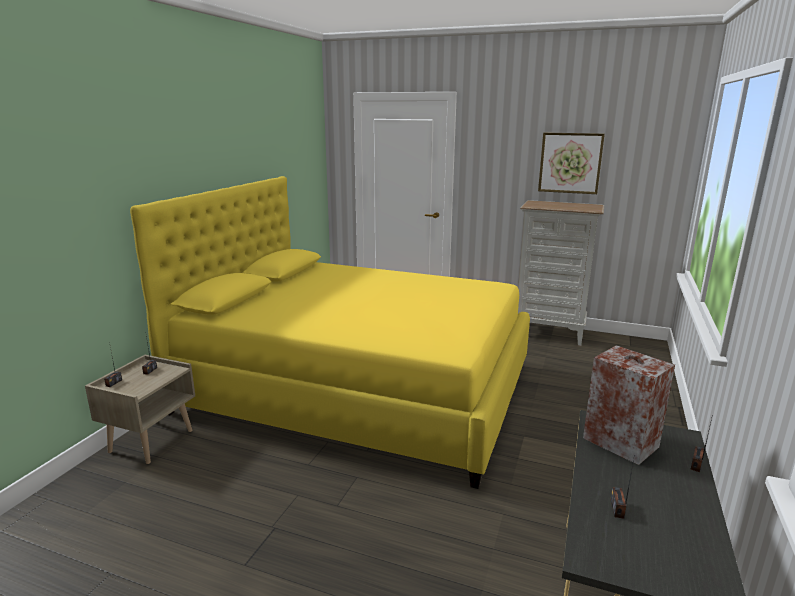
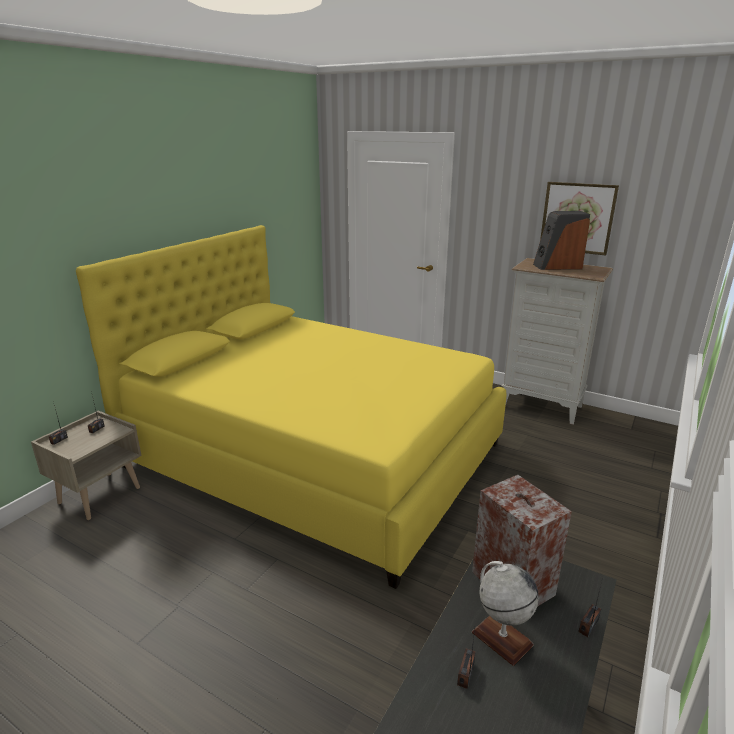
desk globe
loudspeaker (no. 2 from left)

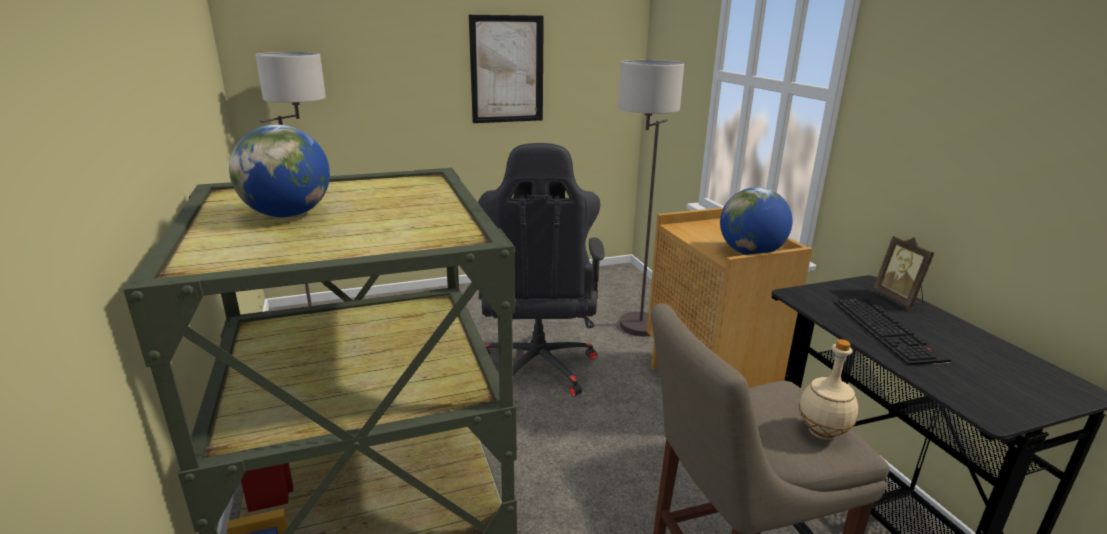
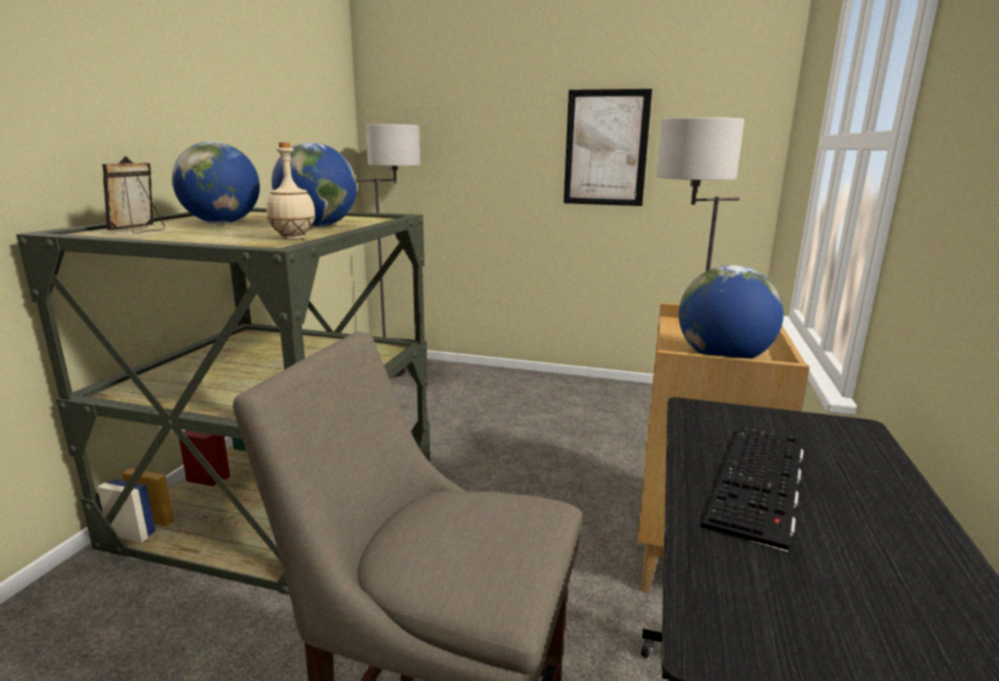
blackish desk chair
sand-coloured drink bottle
photo frame
desk globe (no. 2 from left)

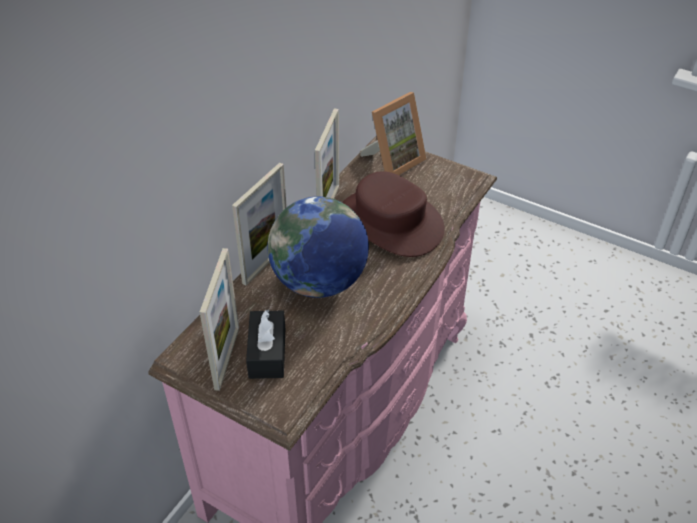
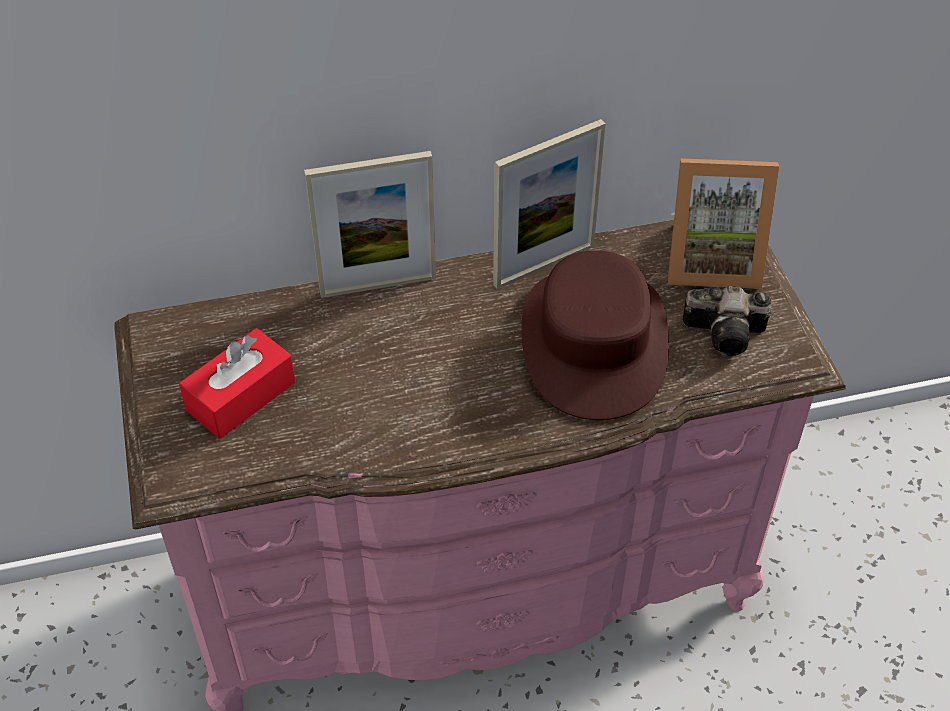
photo frame (no. 1 from left in the first image)
red-coloured box of tissues
desk globe
still camera

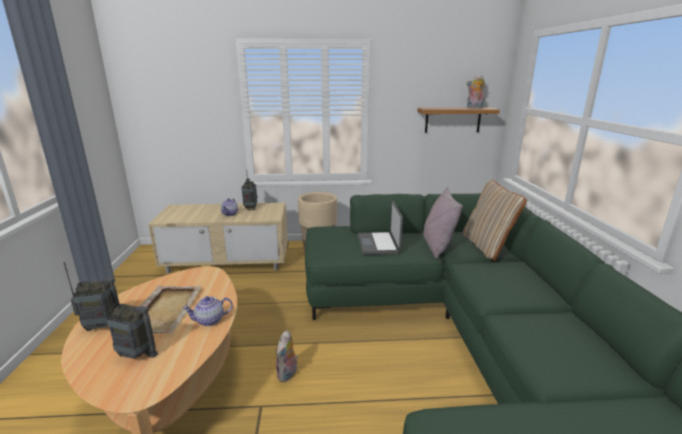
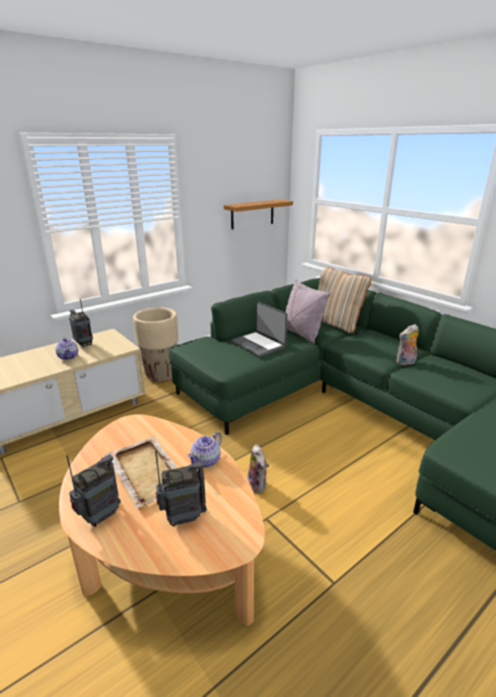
soft toy (no. 2 from left)

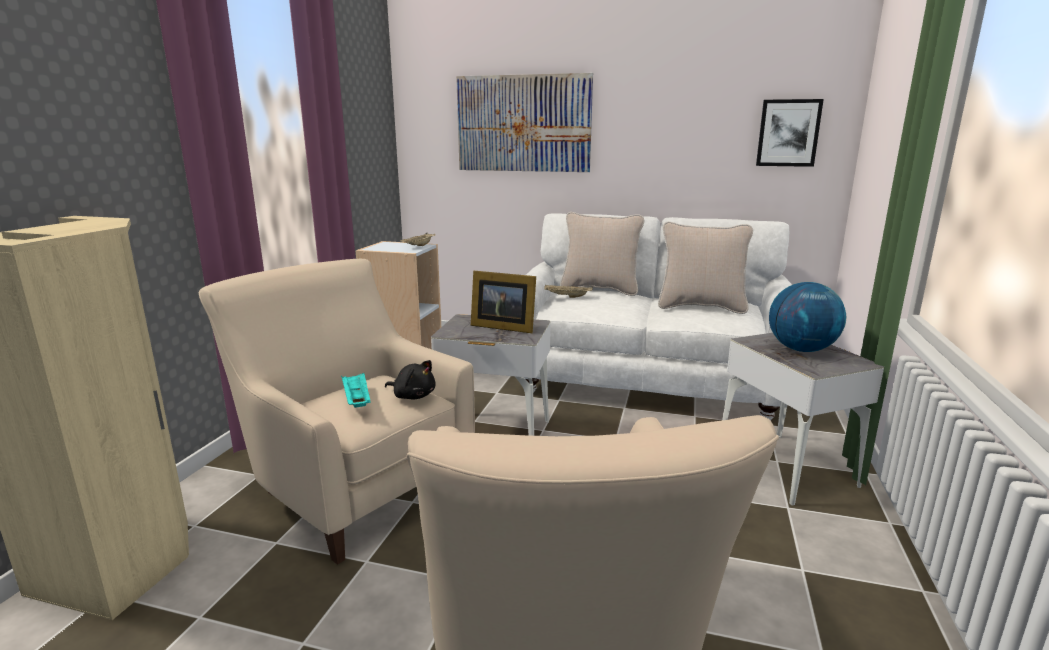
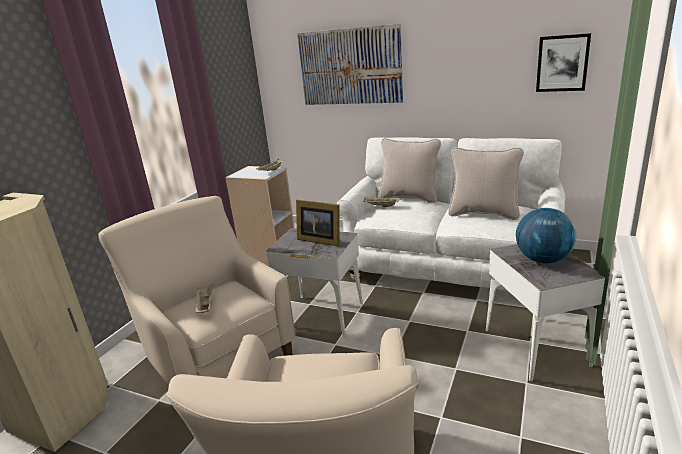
sand-coloured tray (no. 1 from left)
blackish soft toy

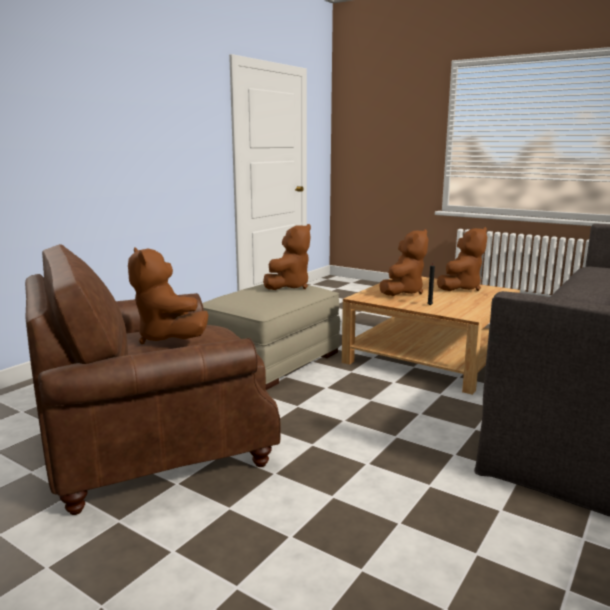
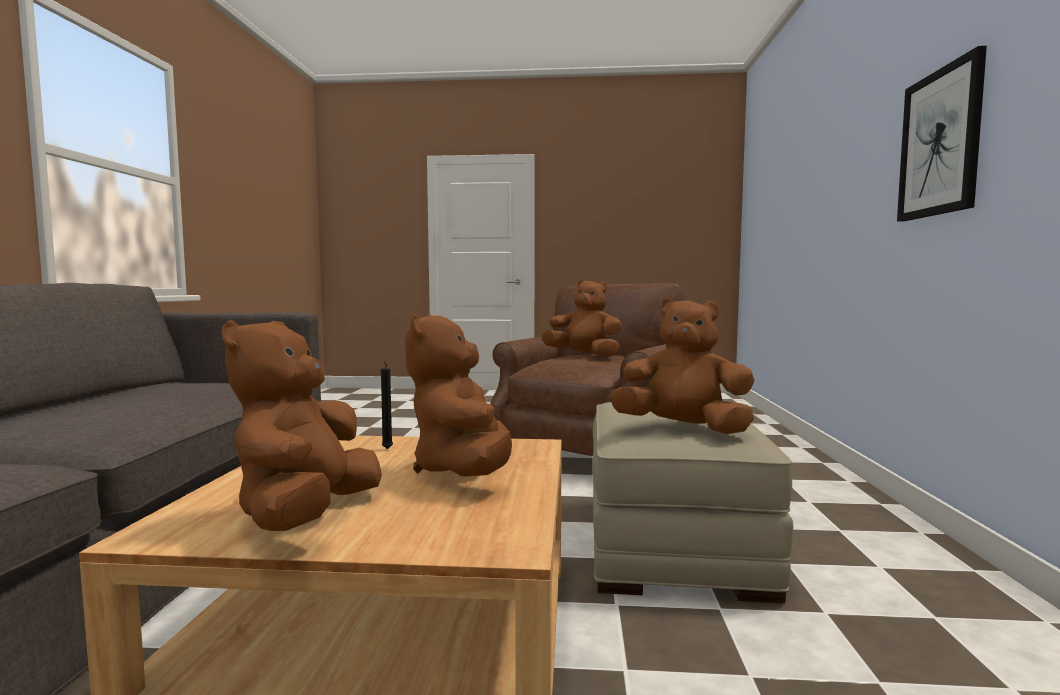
brown soft toy (no. 4 from left)
picture

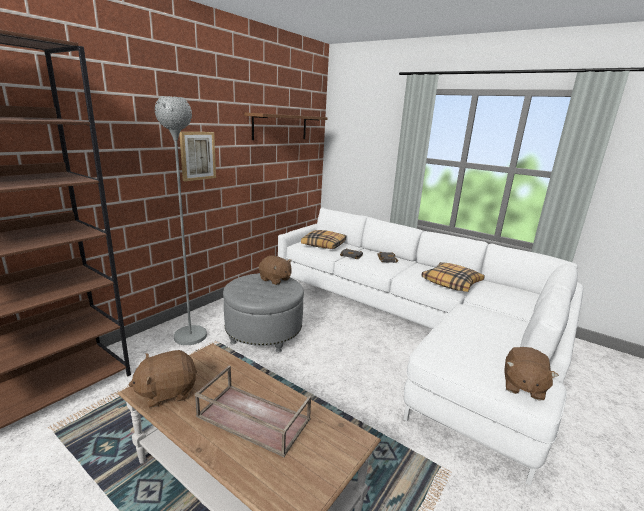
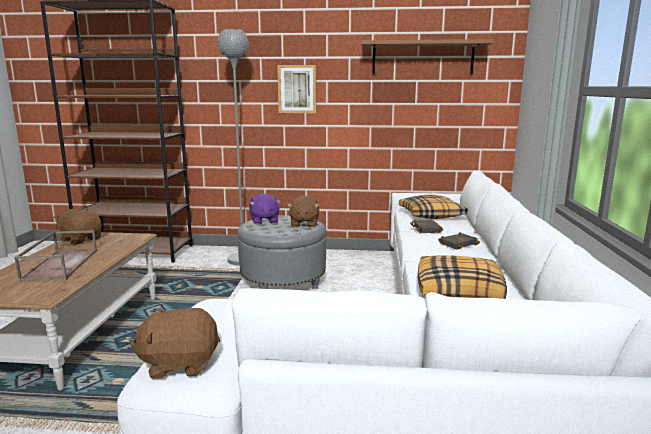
purple soft toy

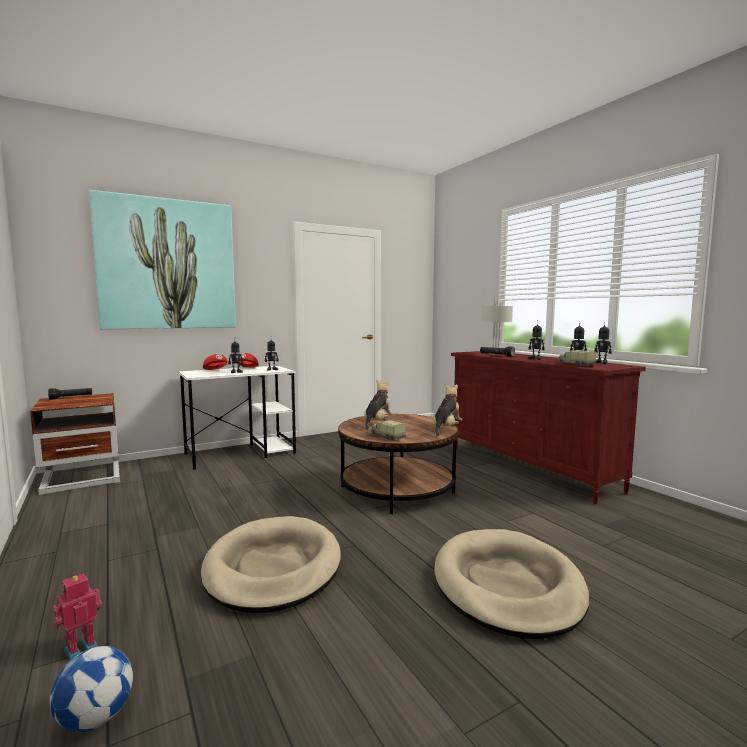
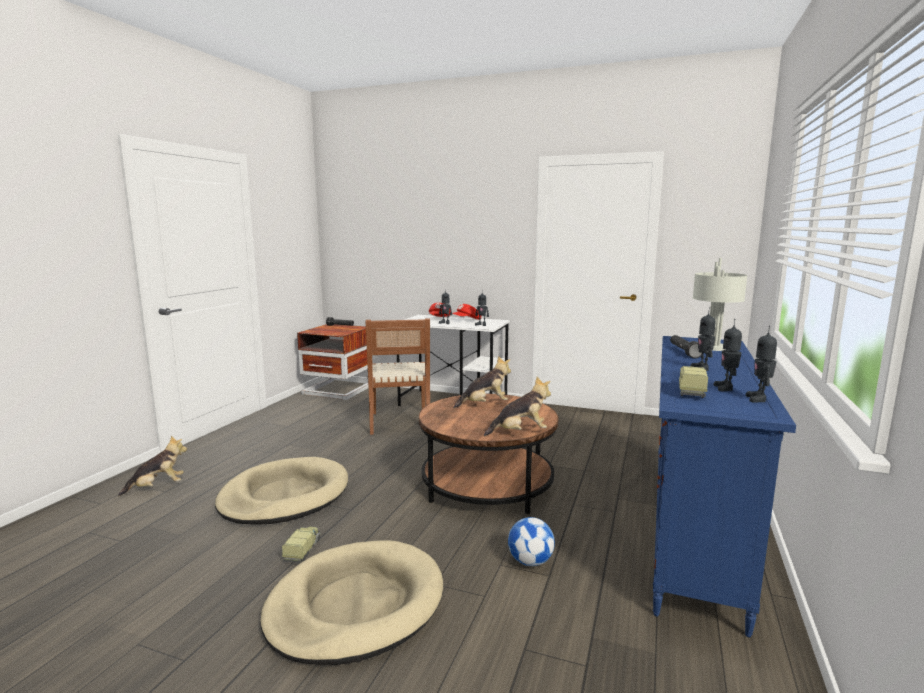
football
soft toy (no. 1 from left)
picture
toy lorry (no. 1 from left)
blue dresser
upright chair

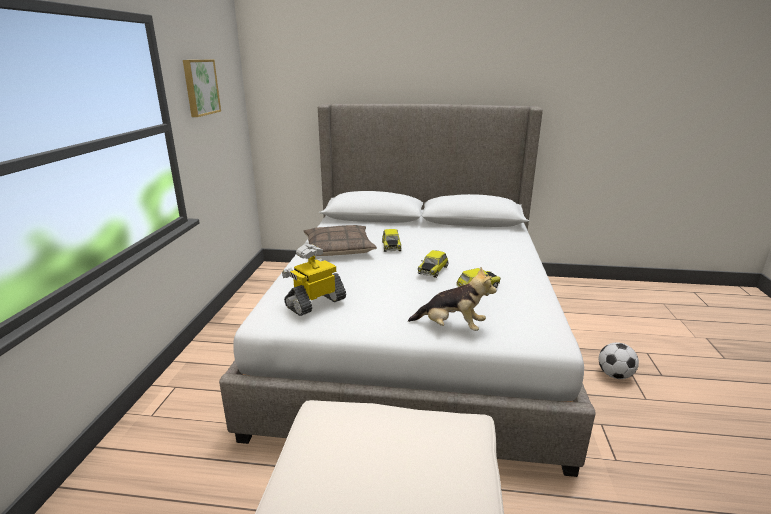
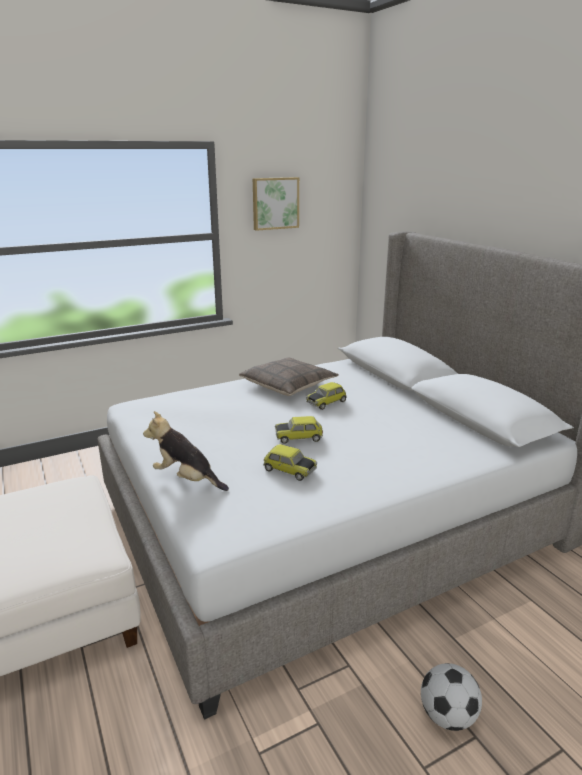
toy robot
soft toy

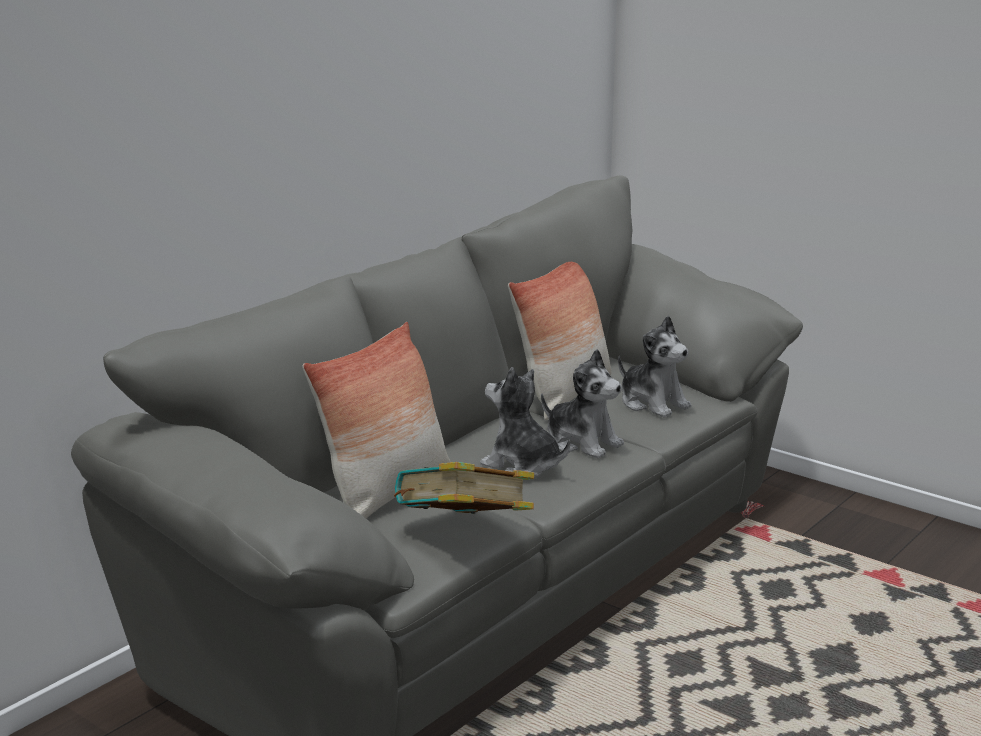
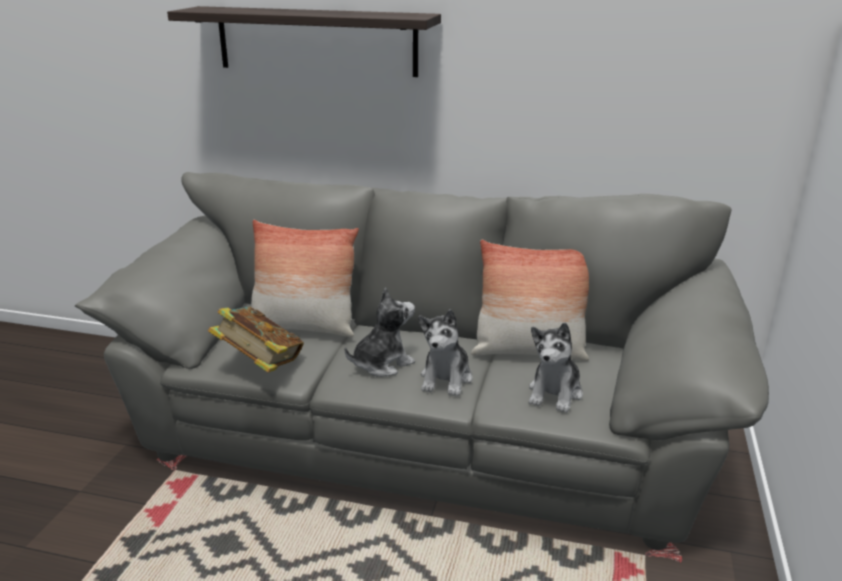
soft toy (no. 1 from left)
bracket shelf

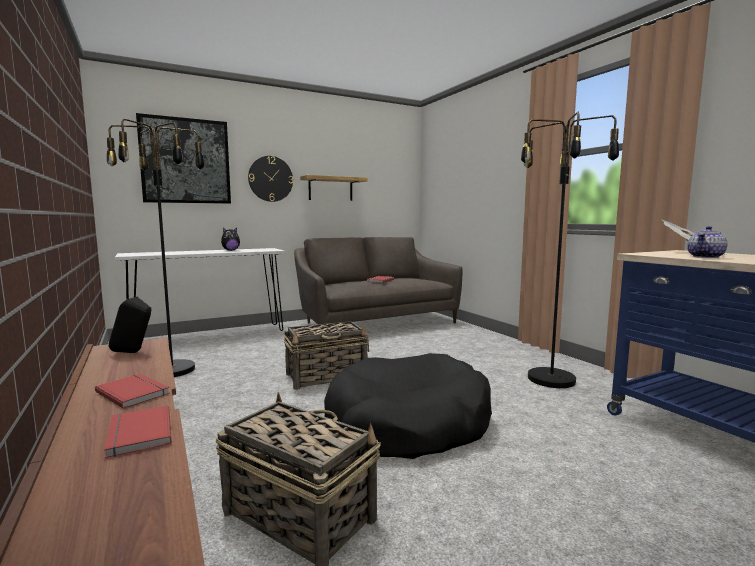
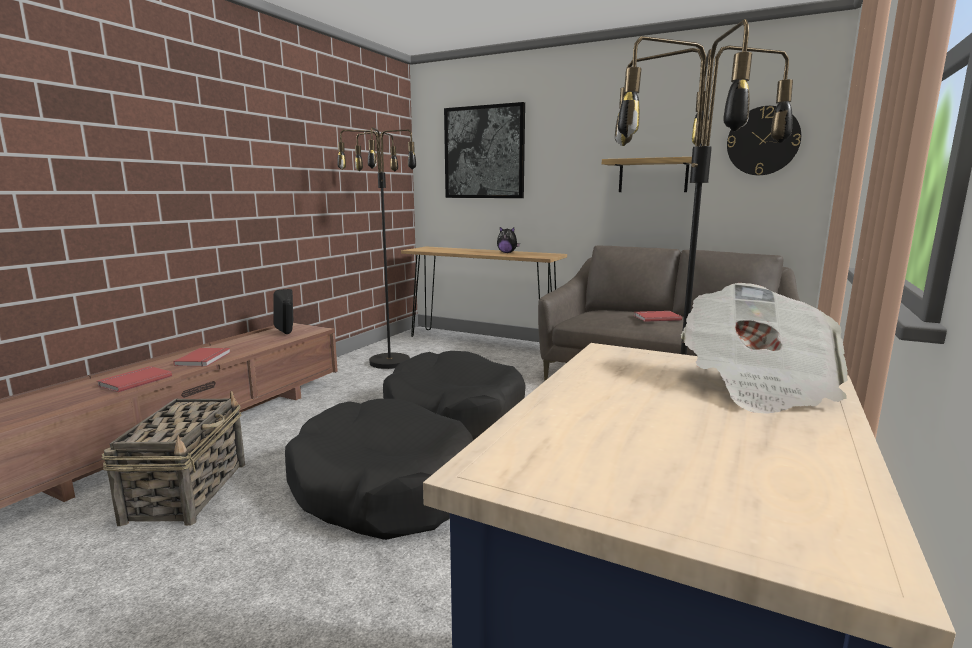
brown console table
clock on the wall
blackish dog cushion (no. 2 from left)
tea pot

